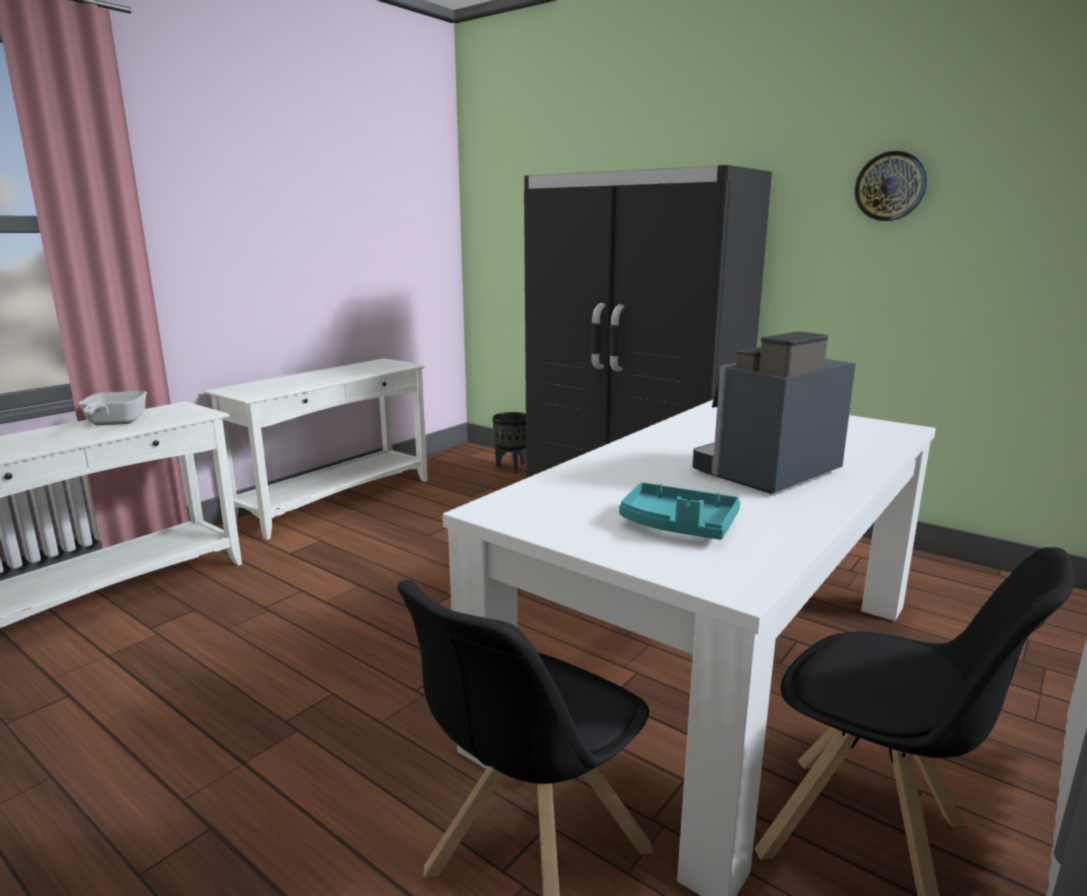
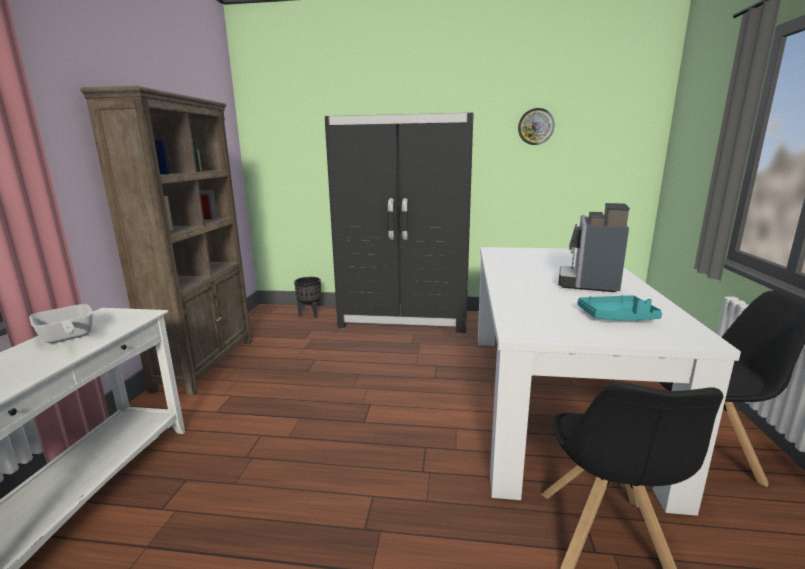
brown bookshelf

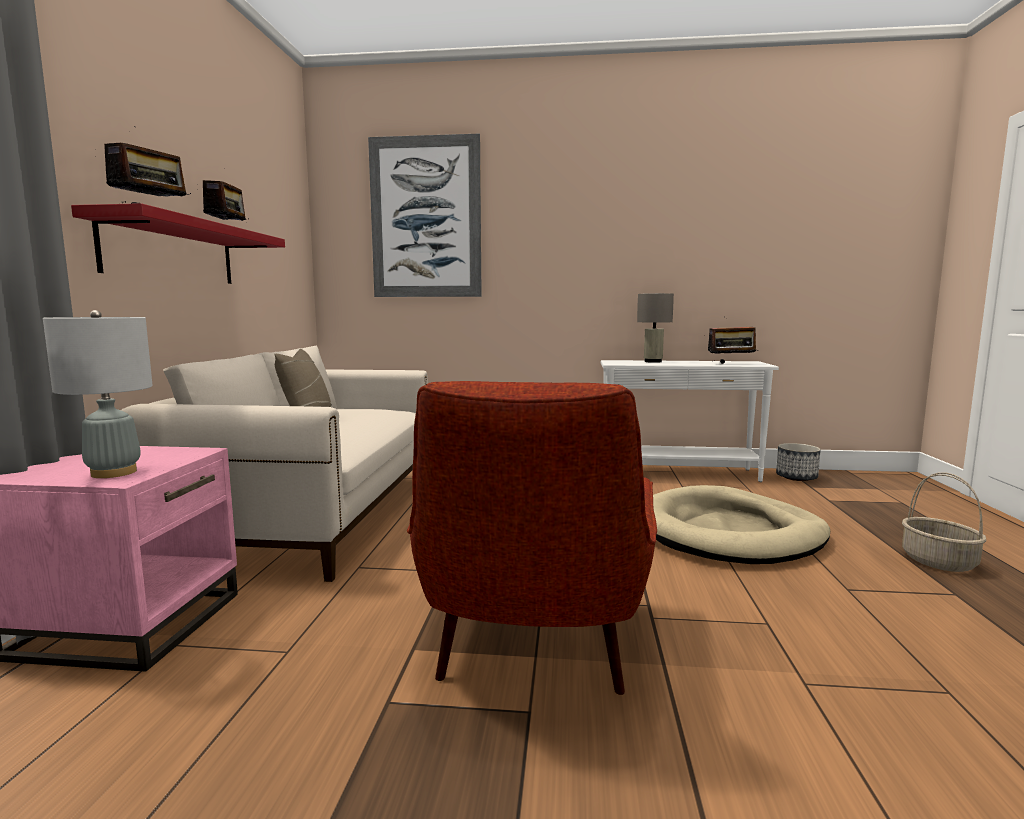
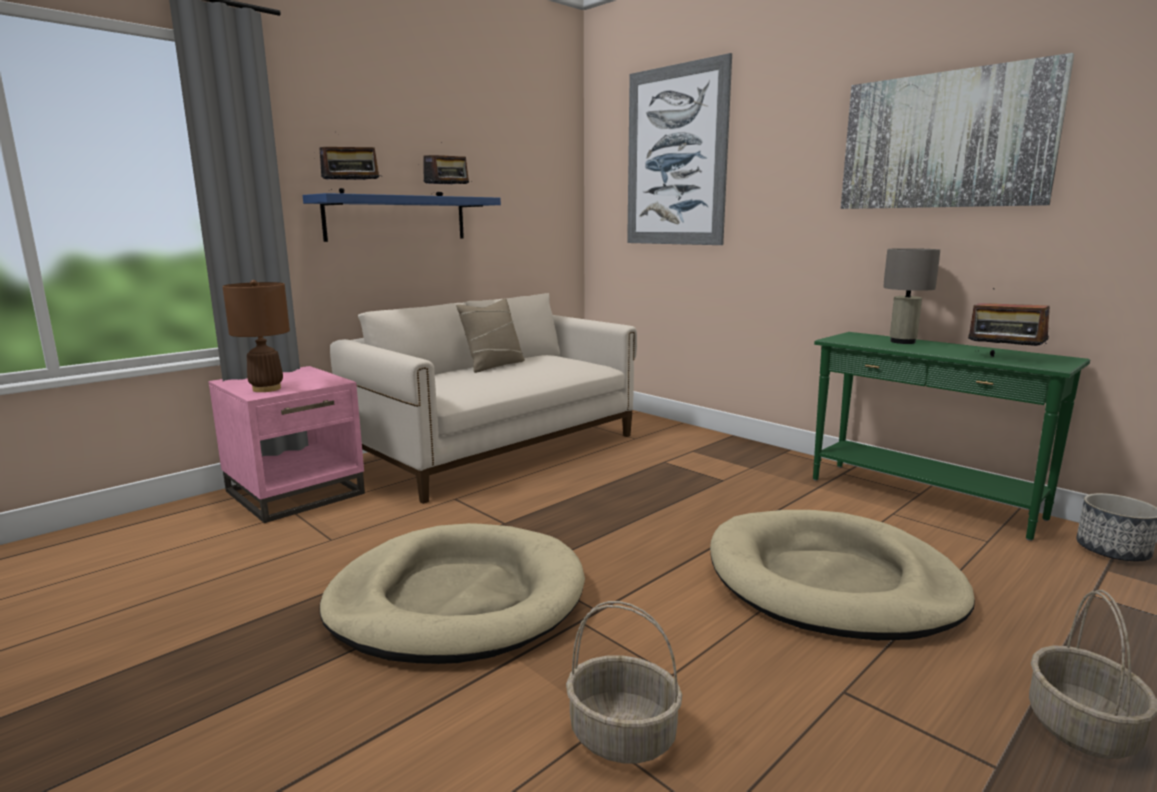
brown lamp for a table
blue bracket shelf
sand-coloured dog cushion (no. 1 from left)
greenish console table
household basket (no. 1 from left)
picture (no. 2 from left)

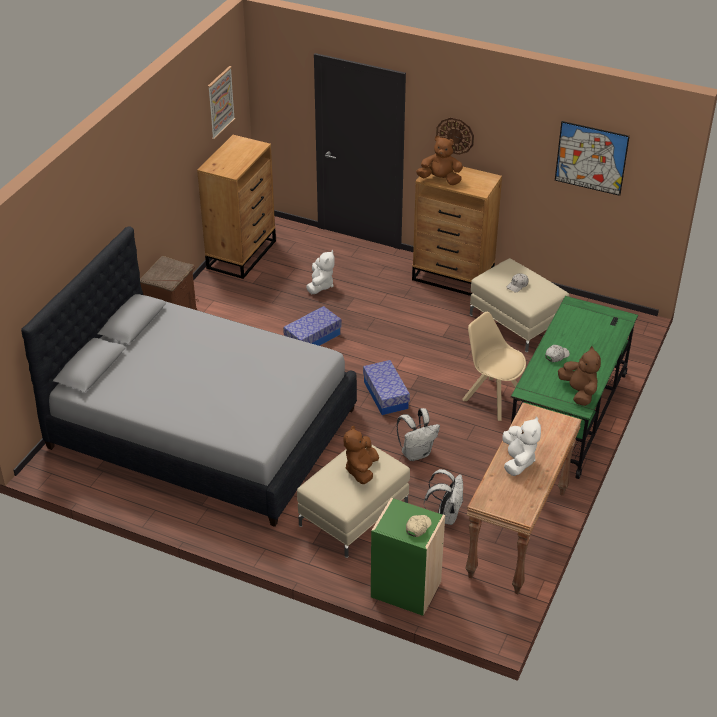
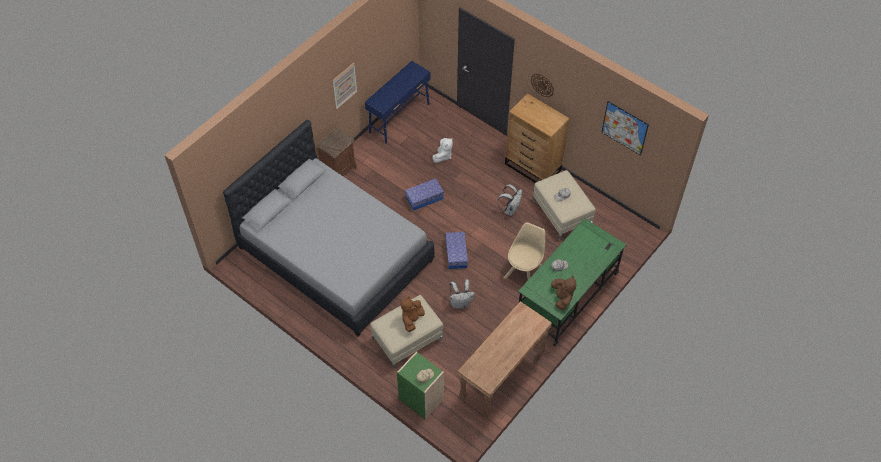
blue console table
picture (no. 1 from left)
brown soft toy (no. 2 from left in the first image)
whitish rucksack (no. 2 from left)
sand-coloured upright chair
whitish soft toy (no. 2 from left in the first image)

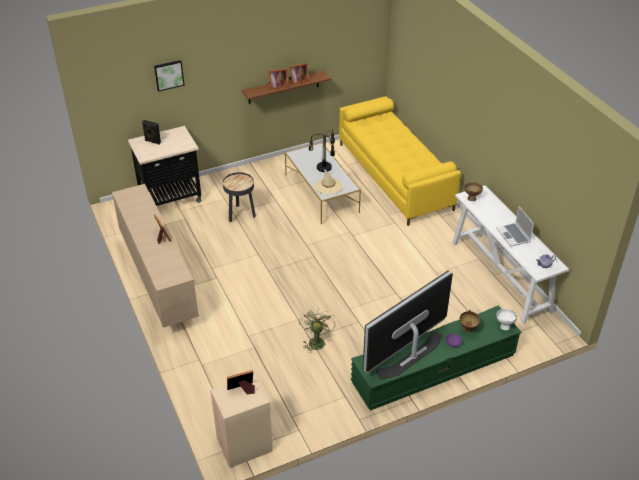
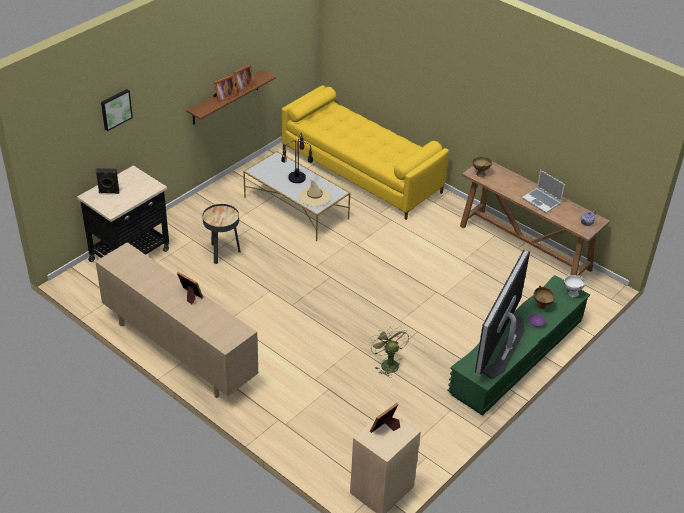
brown console table

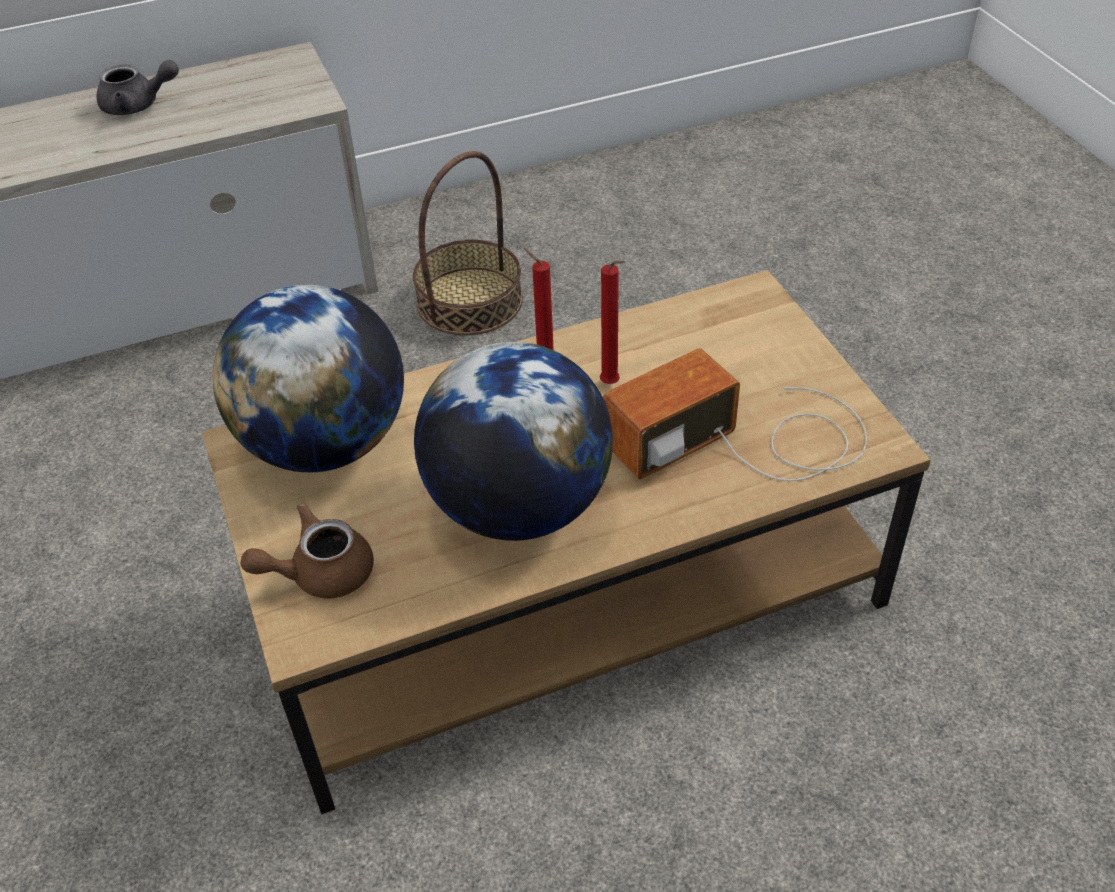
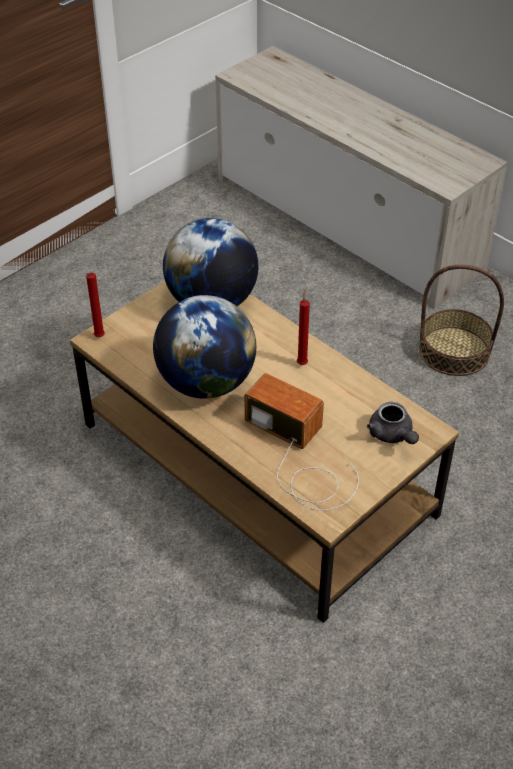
greyish tea pot
brown tea pot
red-coloured candle (no. 1 from left)

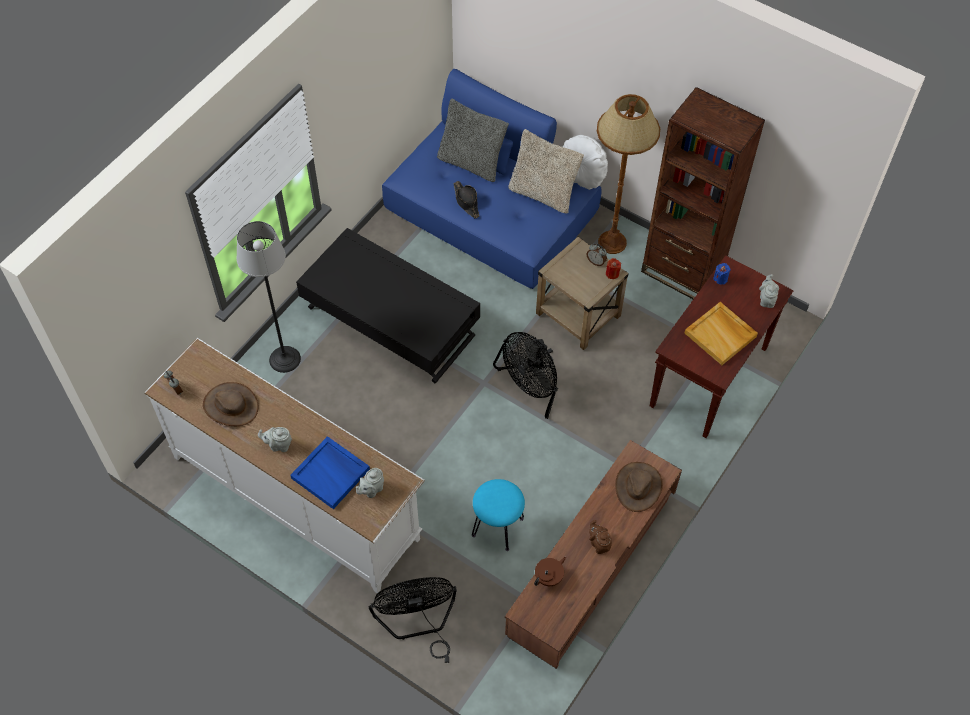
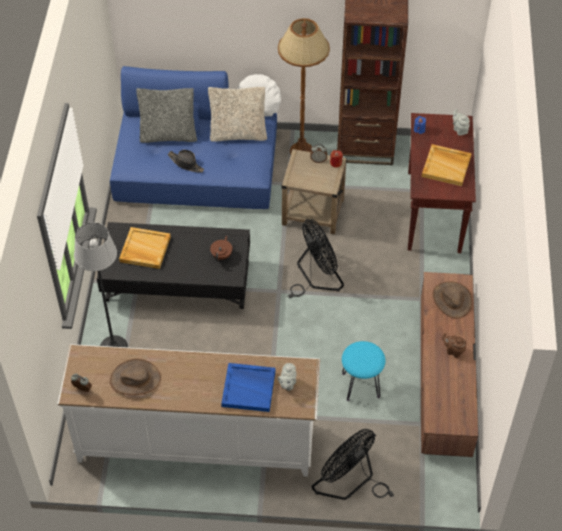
greyish tea pot (no. 1 from left in the first image)
blackish electric fan (no. 1 from left)
brown tea pot (no. 1 from left)
sand-coloured tray (no. 1 from left)

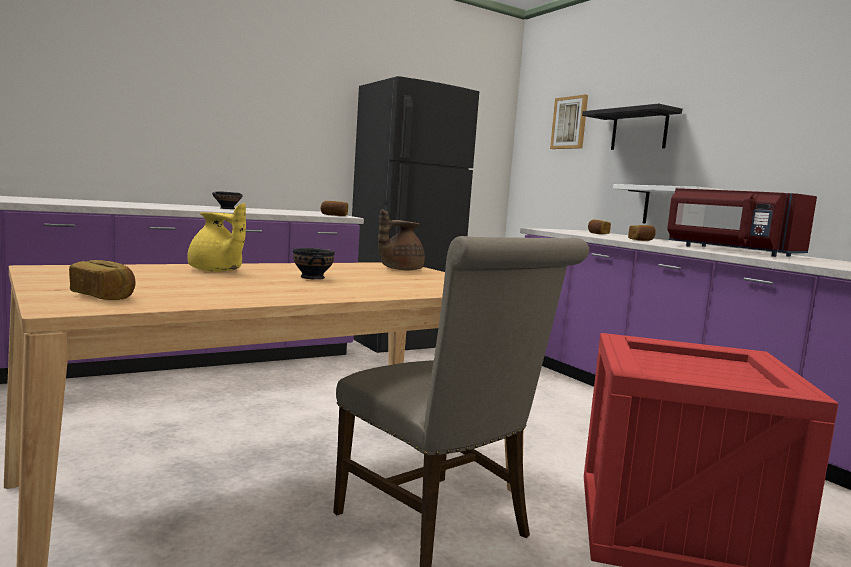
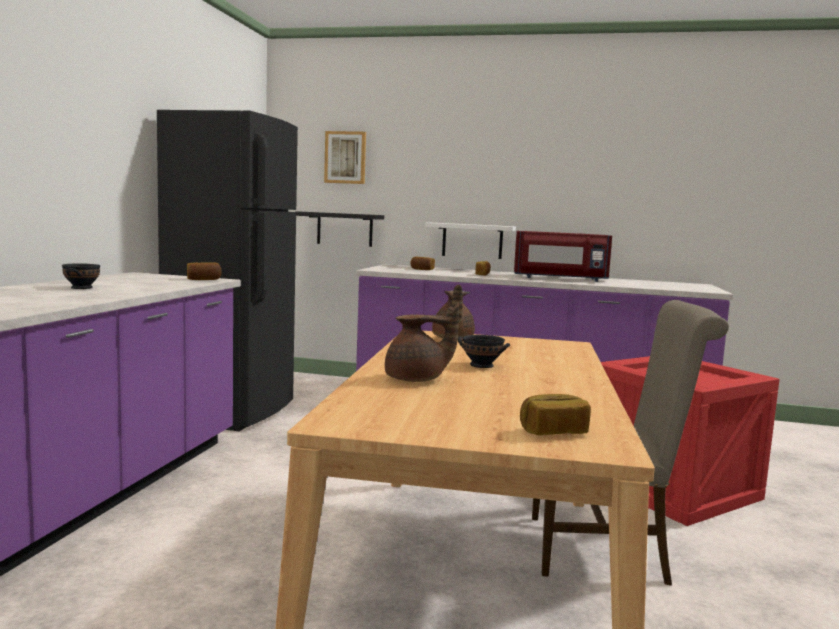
brown tea pot (no. 1 from left)
blackish bracket shelf

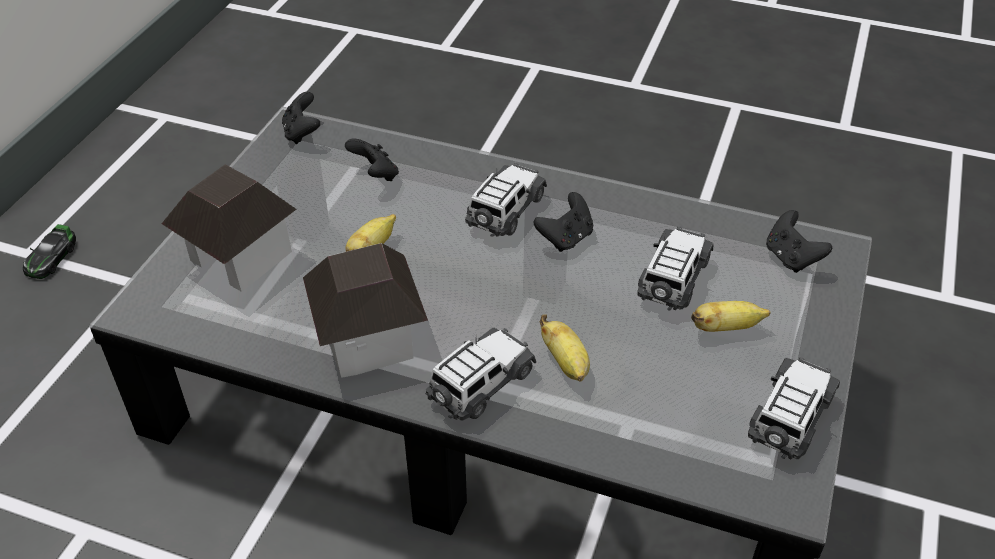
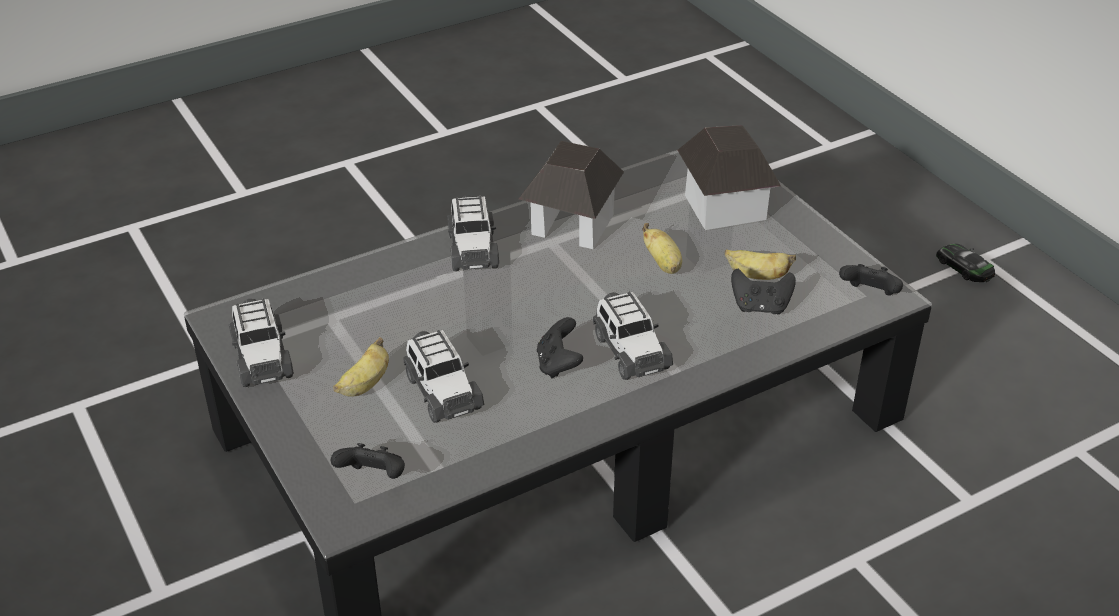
whole banana (no. 3 from left)

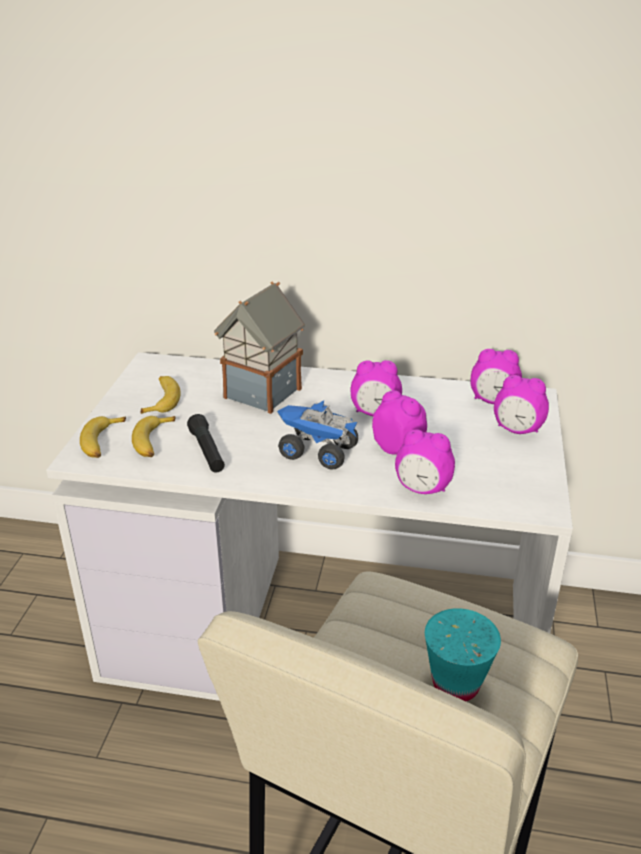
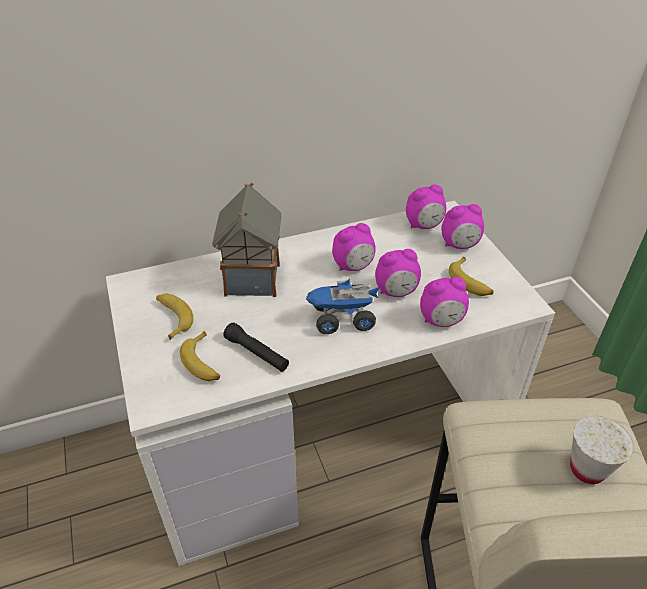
whole banana (no. 3 from left)
alarm clock (no. 2 from left)
whitish small cup

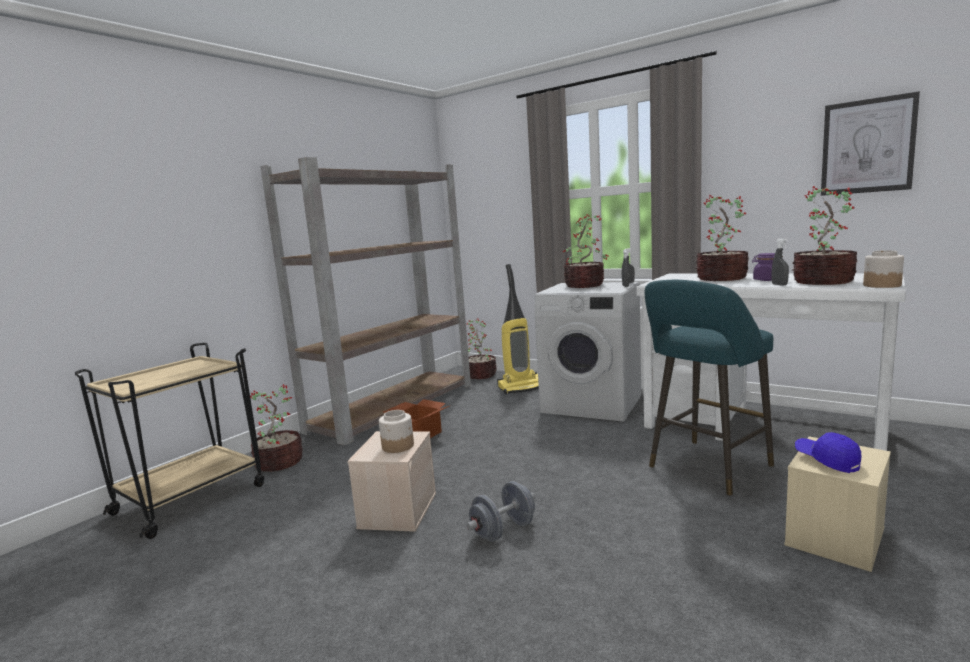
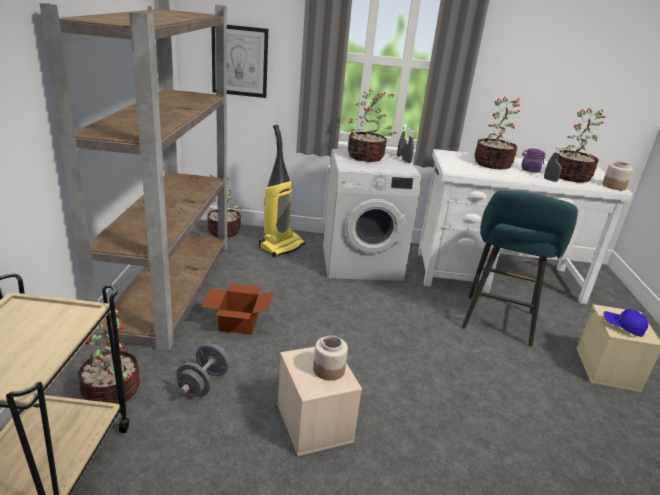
greyish dumbbell
picture

